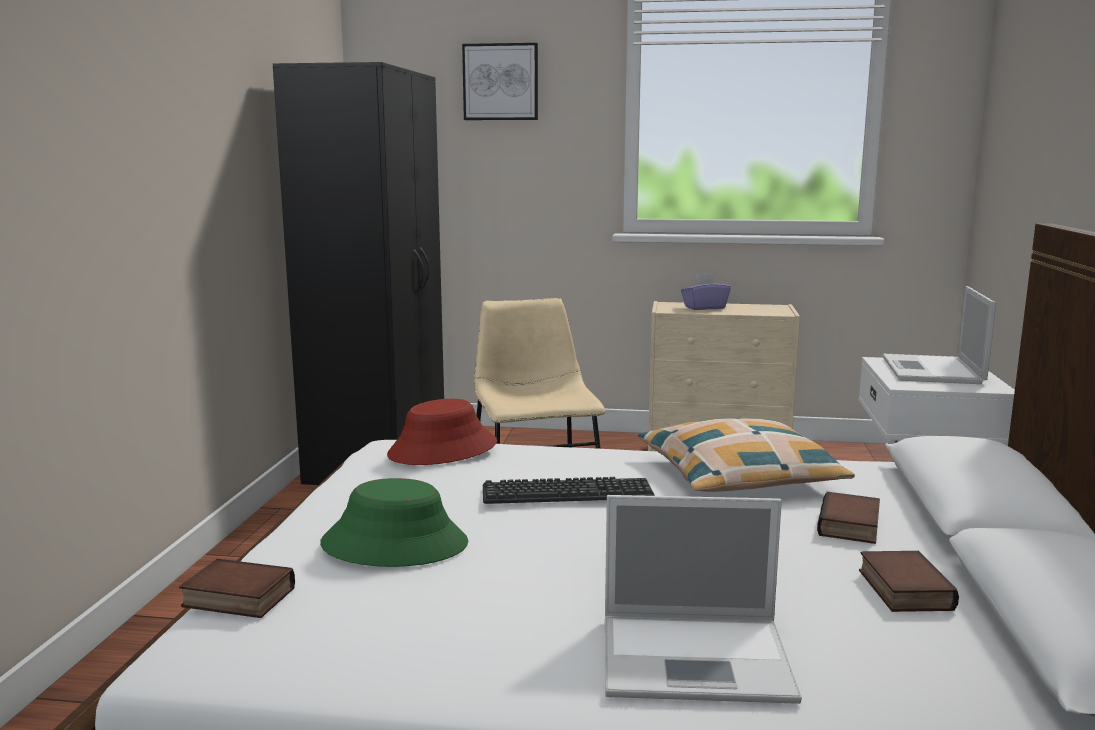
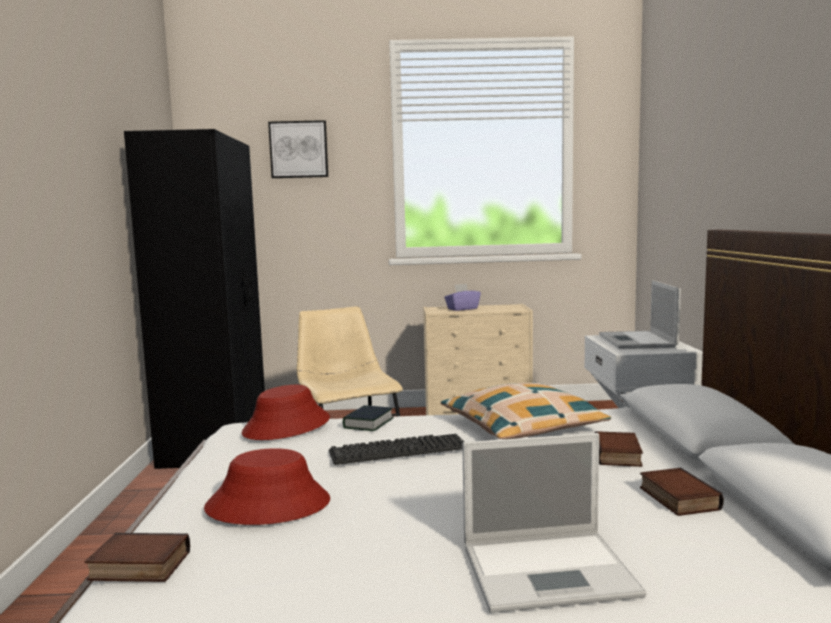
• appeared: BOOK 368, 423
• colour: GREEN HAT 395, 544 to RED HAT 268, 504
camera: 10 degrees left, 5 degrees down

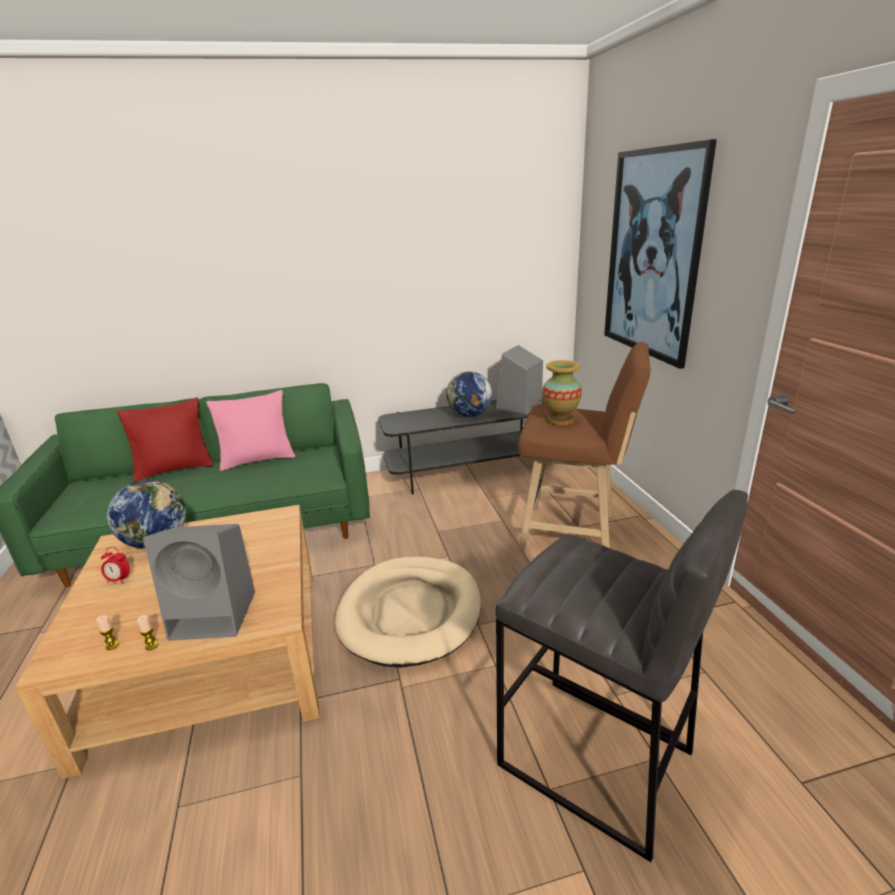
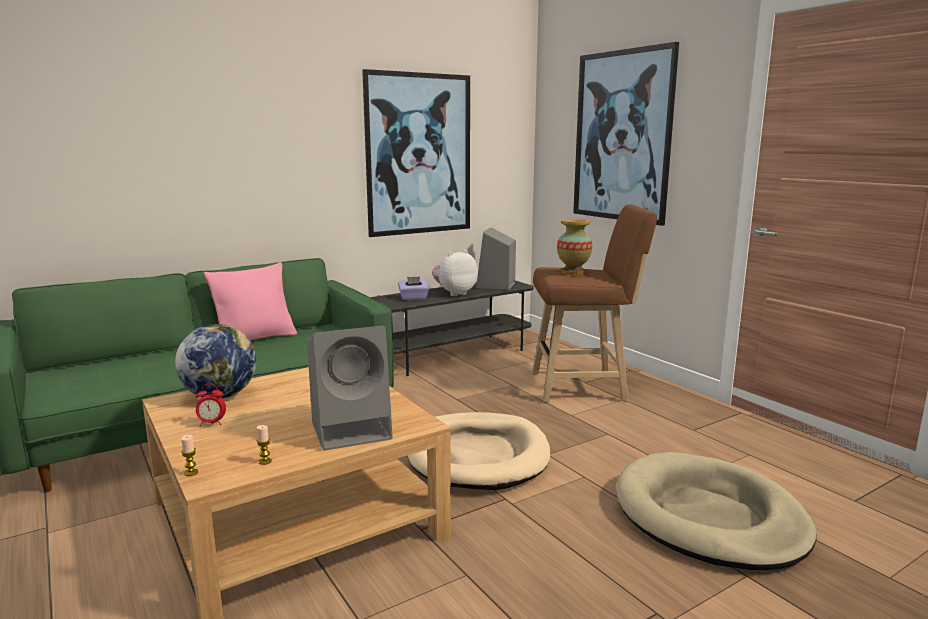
• missing: RED PILLOW 175, 469
• appeared: PICTURE 419, 154
• appeared: PURPLE TISSUE BOX 413, 298
• relocated: CANDLE 151, 646 to 191, 473
• exchanged: GLOBE 469, 415 to PLUSH TOY 454, 293
• exchanged: GREY STOOL 595, 760 to BEIGE DOG BED 708, 516
camera: 20 degrees left, 10 degrees down

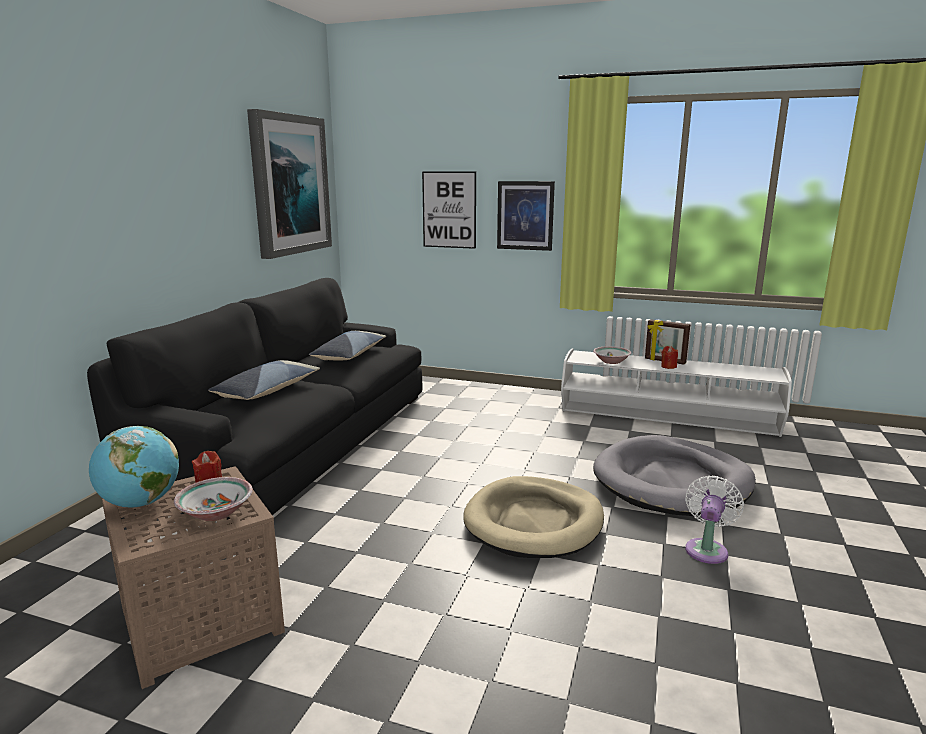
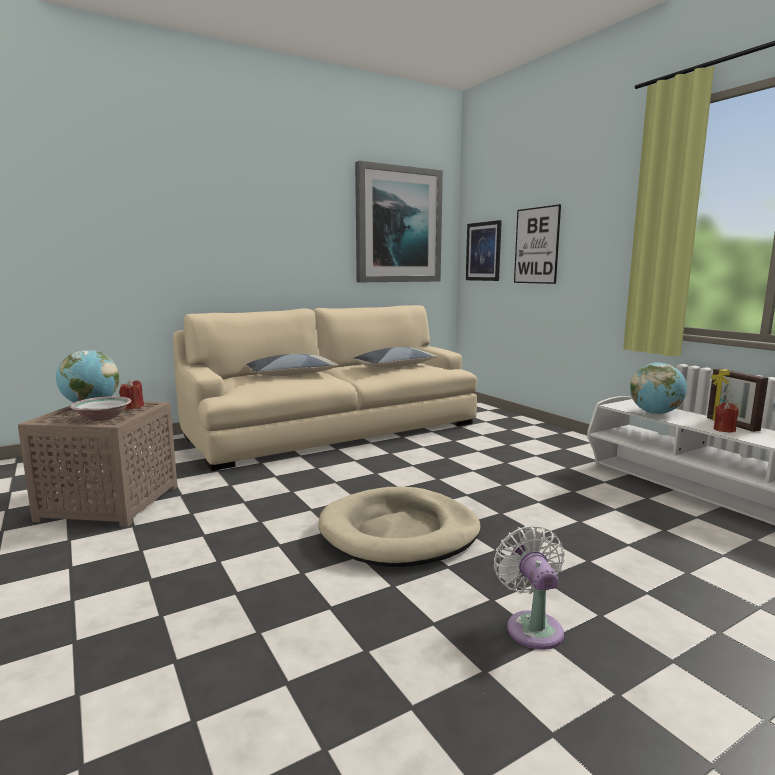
• missing: GREY DOG BED 672, 482
• relocated: PICTURE 525, 215 to 483, 251
• exchanged: BOWL 611, 361 to GLOBE 655, 413
• colour: BLACK SOFA 298, 442 to BEIGE SOFA 334, 430
• spun: WHITE FAN 707, 549 = 532, 626 75 degrees counterclockwise
camera: 40 degrees right, 5 degrees down

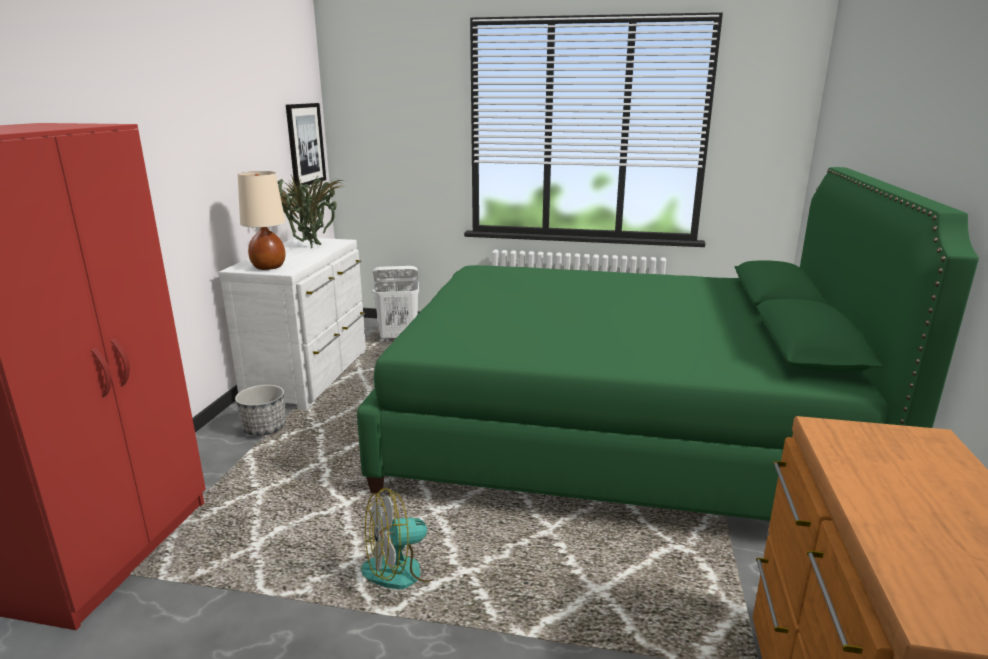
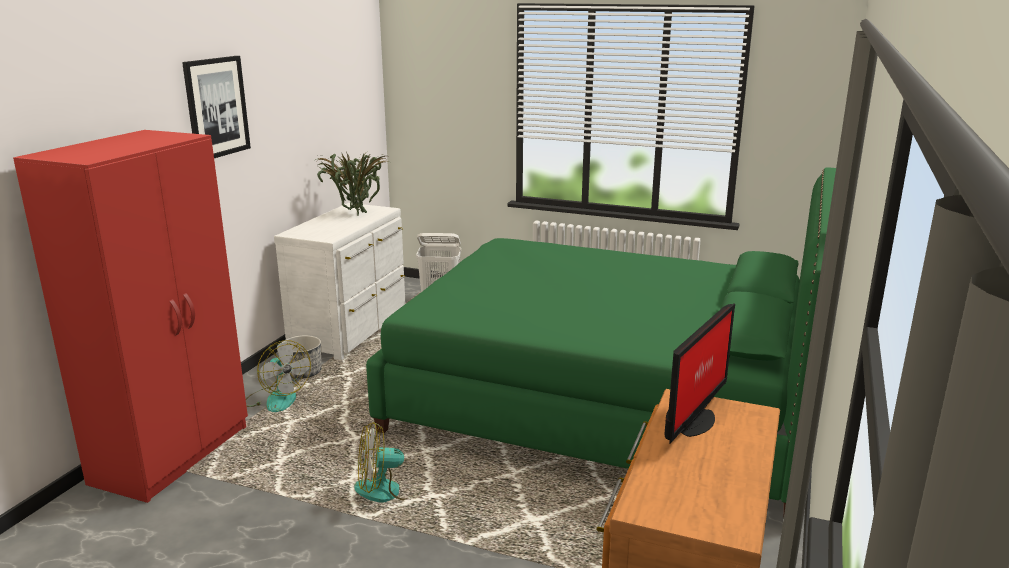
• missing: BEIGE TABLE LAMP 269, 267
• appeared: FAN 276, 399
• appeared: MONITOR 692, 422
• relocated: PICTURE 305, 144 to 216, 107
camera: 10 degrees right, 0 degrees up

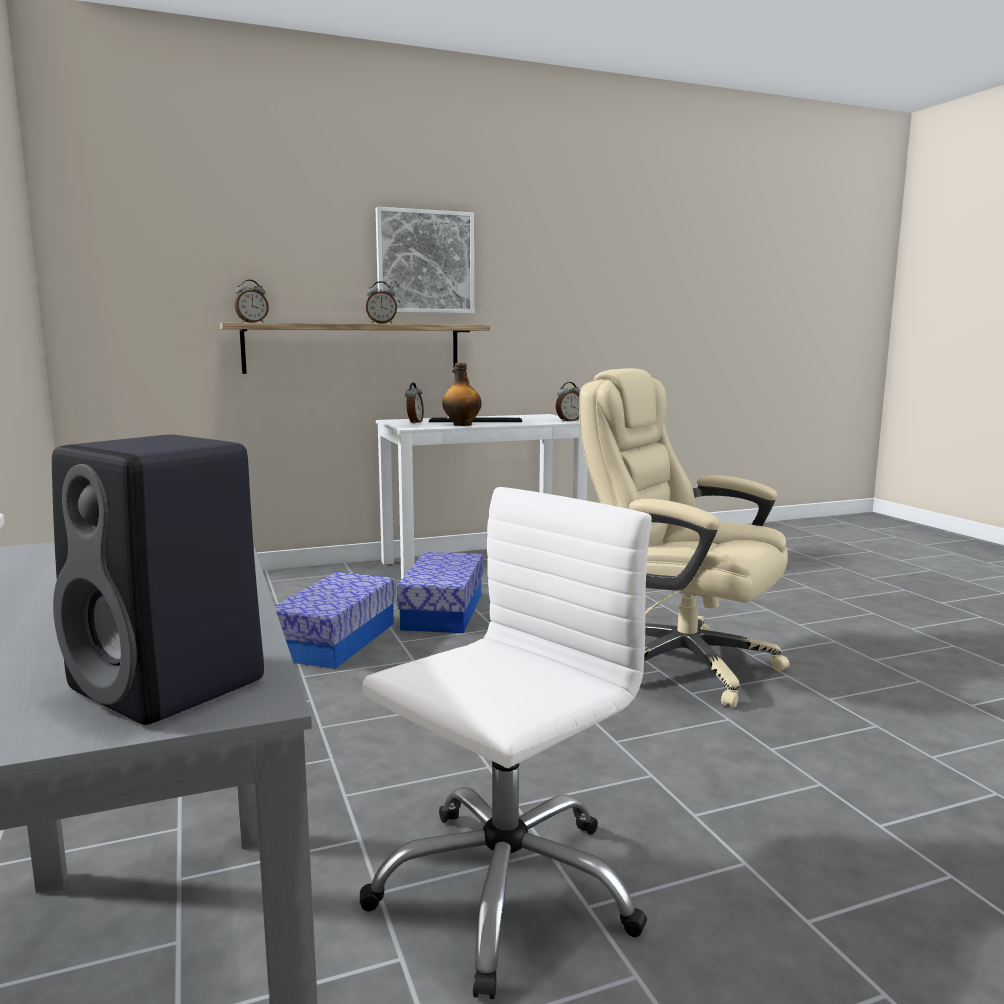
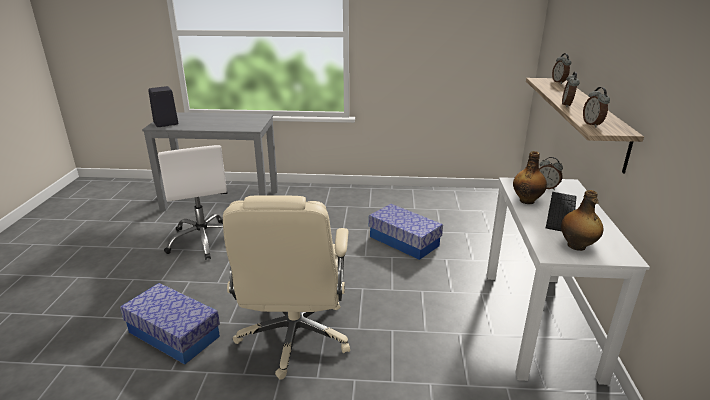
• missing: PICTURE 425, 262
• appeared: BOTTLE 577, 246
• relocated: STORAGE BOX 443, 611 to 173, 334
• relocated: ALARM CLOCK 568, 421 to 592, 124
• spun: BEIGE OFFICE CHAIR 679, 663 = 294, 337 120 degrees clockwise
camera: 115 degrees right, 15 degrees up

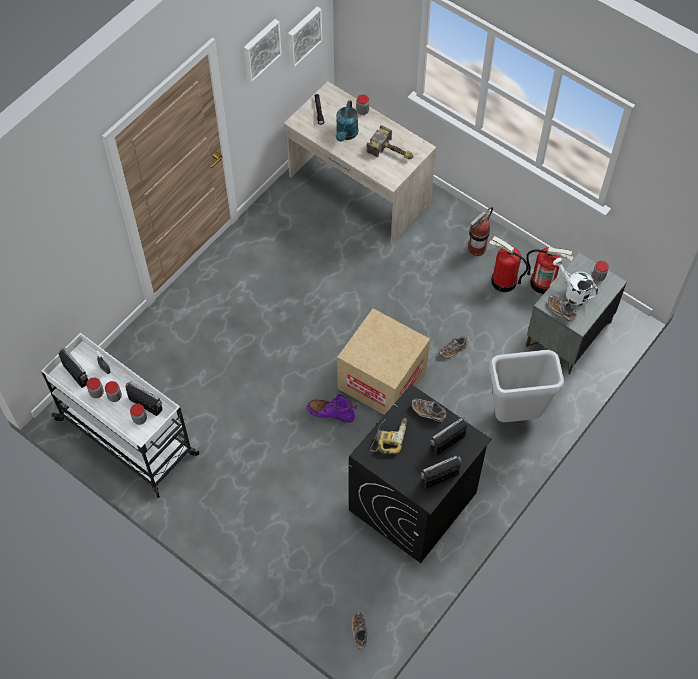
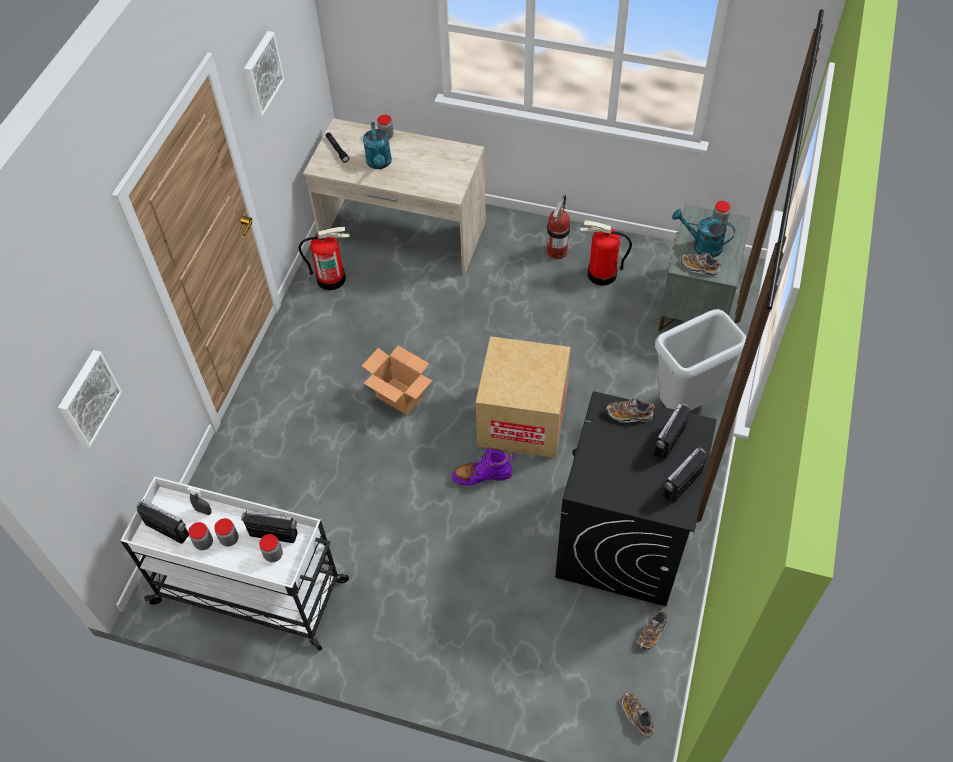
• missing: HAMMER 393, 152
• missing: POWER DRILL 389, 437
• appeared: CARDBOARD BOX 400, 396
• relocated: PICTURE 303, 35 to 87, 398
• relocated: SHOE 453, 350 to 652, 632
• relocated: FIRE EXTINGUISHER 543, 282 to 331, 278
• colour: WHITE WATERING CAN 573, 292 to TURQUOISE WATERING CAN 702, 245
camera: 20 degrees left, 5 degrees down

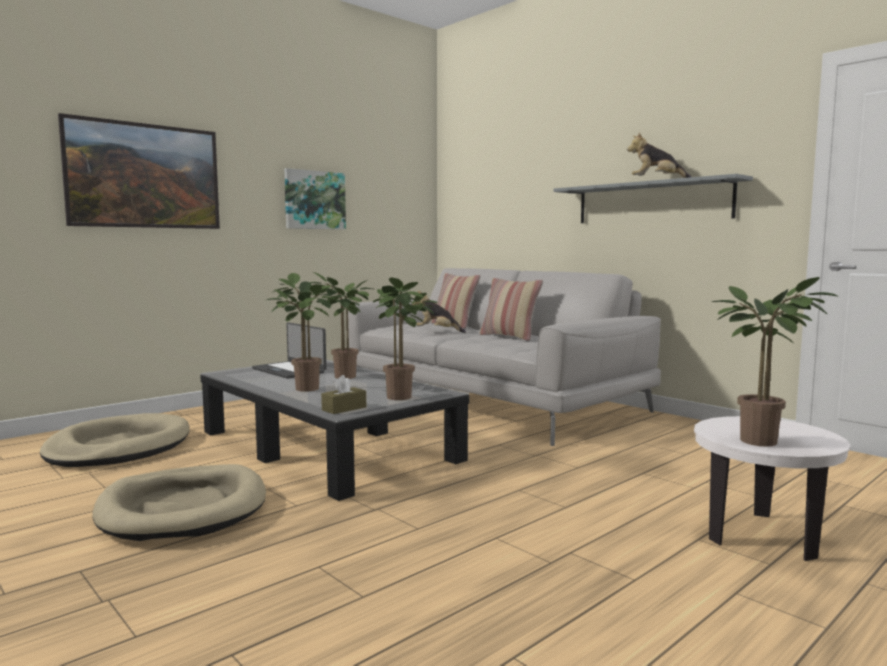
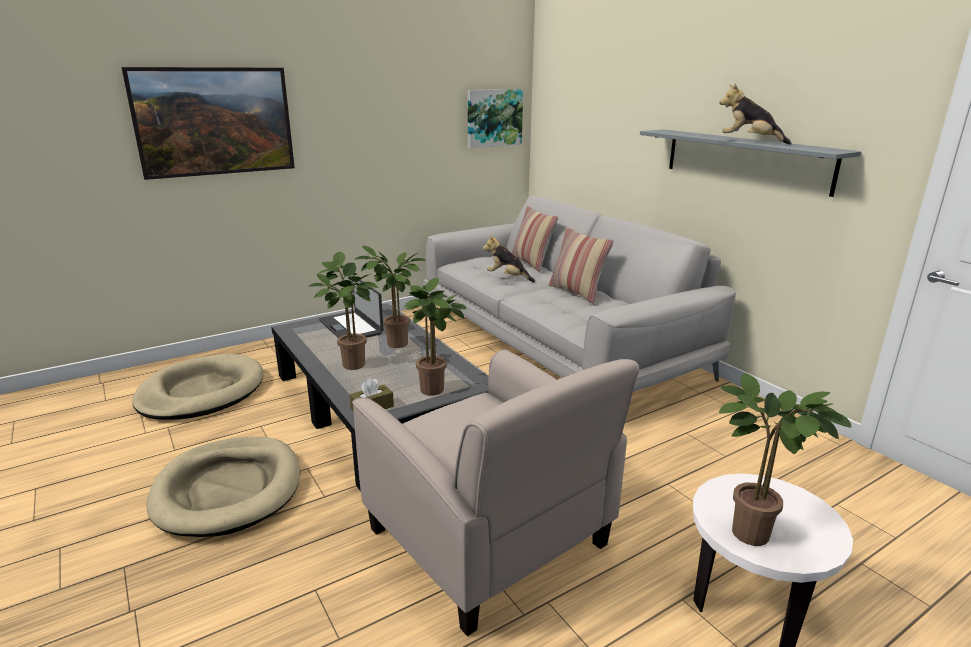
• appeared: BEIGE ARMCHAIR 489, 539
• relocated: PICTURE 314, 200 to 494, 118
camera: 10 degrees right, 15 degrees up

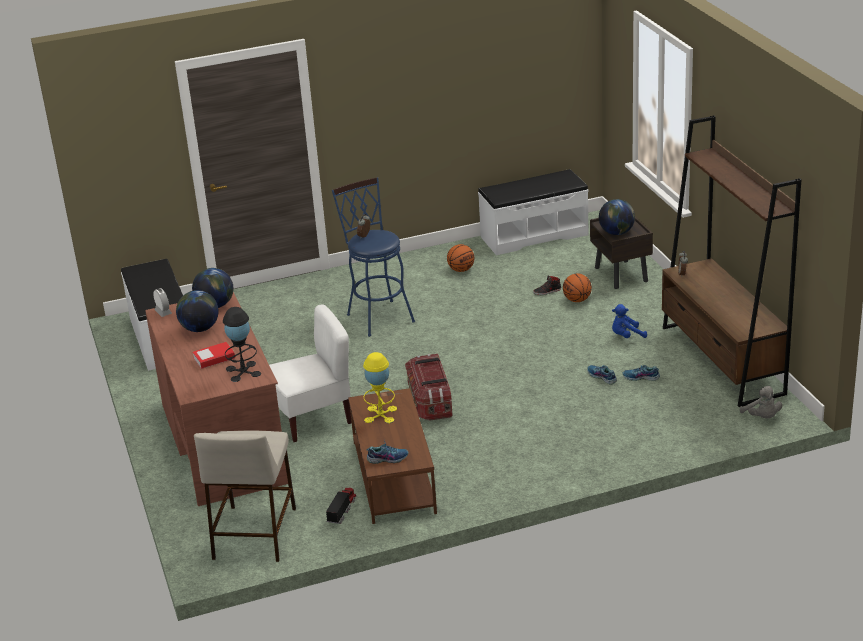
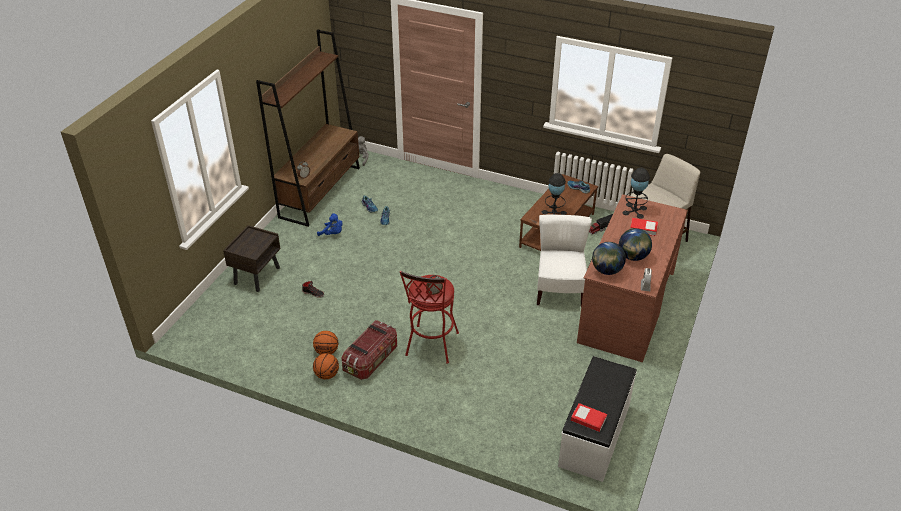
• missing: WHITE BENCH 534, 235
• missing: GLOBE 617, 233
• appeared: BOOK 588, 419
• relocated: STORAGE BOX 430, 401 to 371, 359
• relocated: BASKETBALL 577, 300 to 327, 375
• colour: BLUE STOOL 378, 315 to RED STOOL 430, 347
• colour: YELLOW TABLE LAMP 380, 414 to BLACK TABLE LAMP 554, 212
• spun: WHITE CHAIR 313, 418 = 559, 291 75 degrees clockwise
camera: 140 degrees left, 10 degrees up

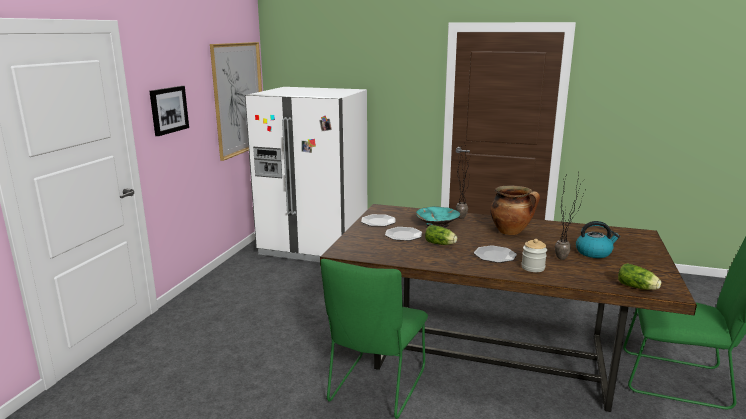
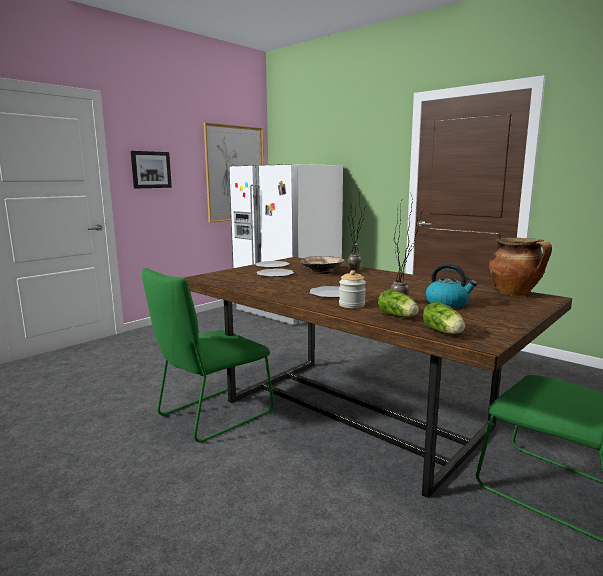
• relocated: LETTUCE 441, 244 to 398, 316
• relocated: COOKING POT 511, 232 to 515, 293
• colour: TURQUOISE BOWL 437, 224 to BEIGE BOWL 322, 271
camera: 25 degrees right, 5 degrees down

